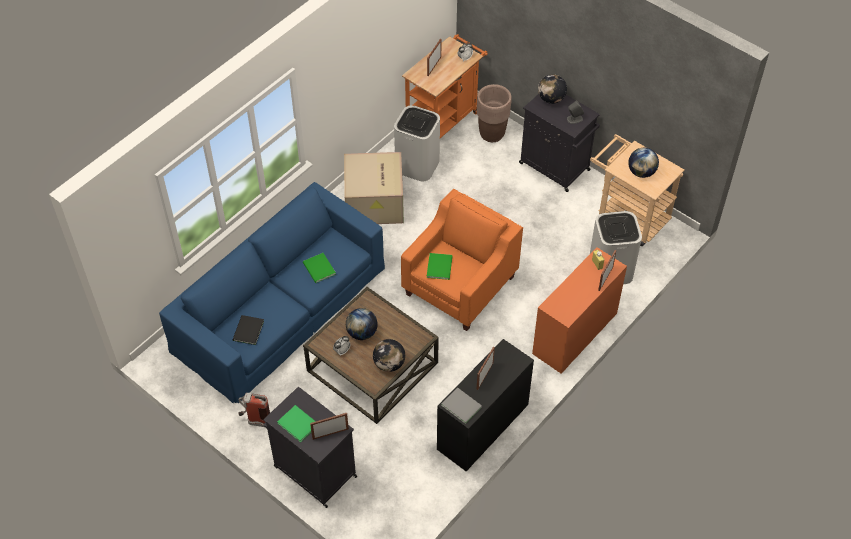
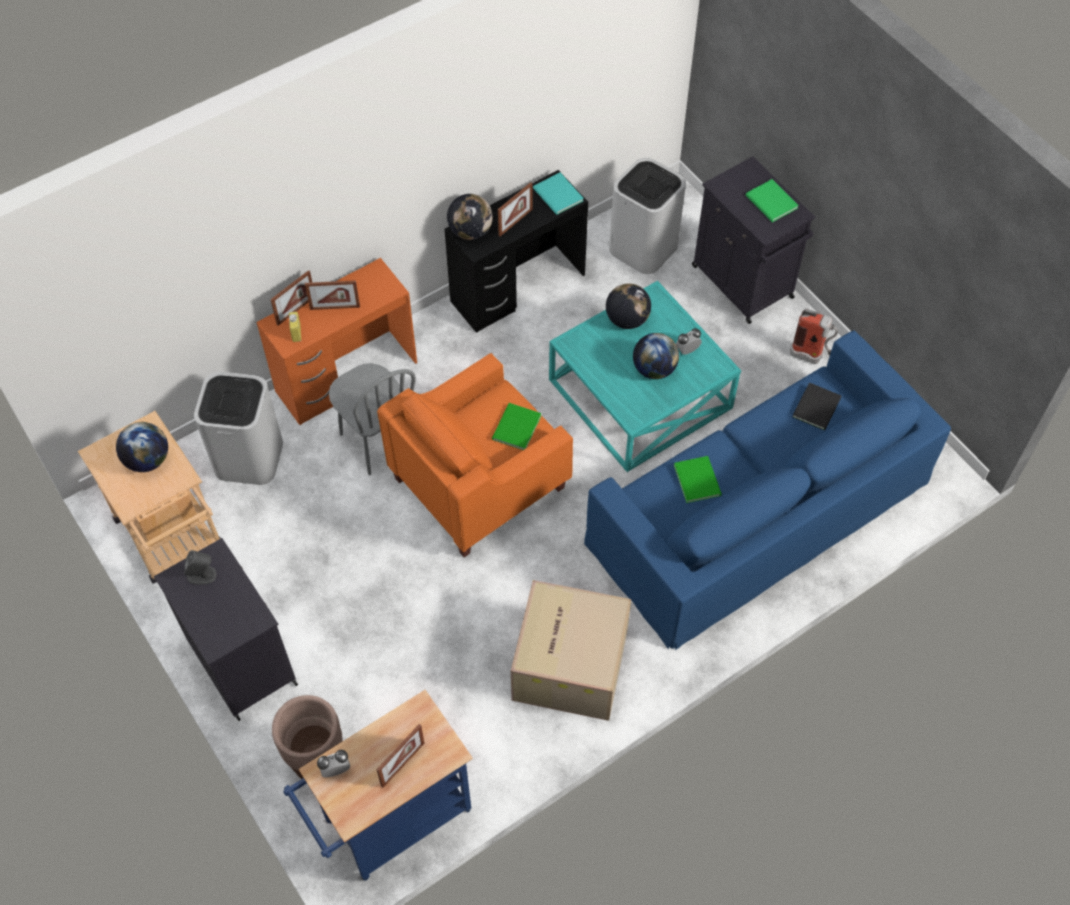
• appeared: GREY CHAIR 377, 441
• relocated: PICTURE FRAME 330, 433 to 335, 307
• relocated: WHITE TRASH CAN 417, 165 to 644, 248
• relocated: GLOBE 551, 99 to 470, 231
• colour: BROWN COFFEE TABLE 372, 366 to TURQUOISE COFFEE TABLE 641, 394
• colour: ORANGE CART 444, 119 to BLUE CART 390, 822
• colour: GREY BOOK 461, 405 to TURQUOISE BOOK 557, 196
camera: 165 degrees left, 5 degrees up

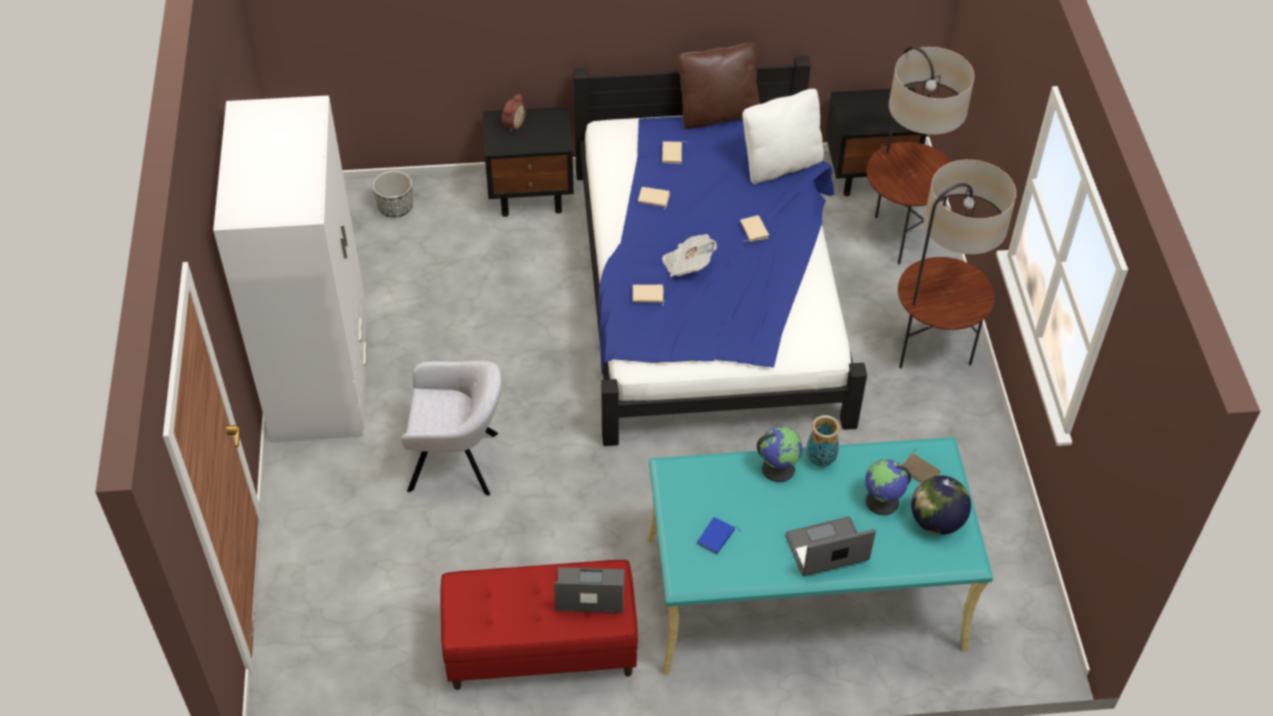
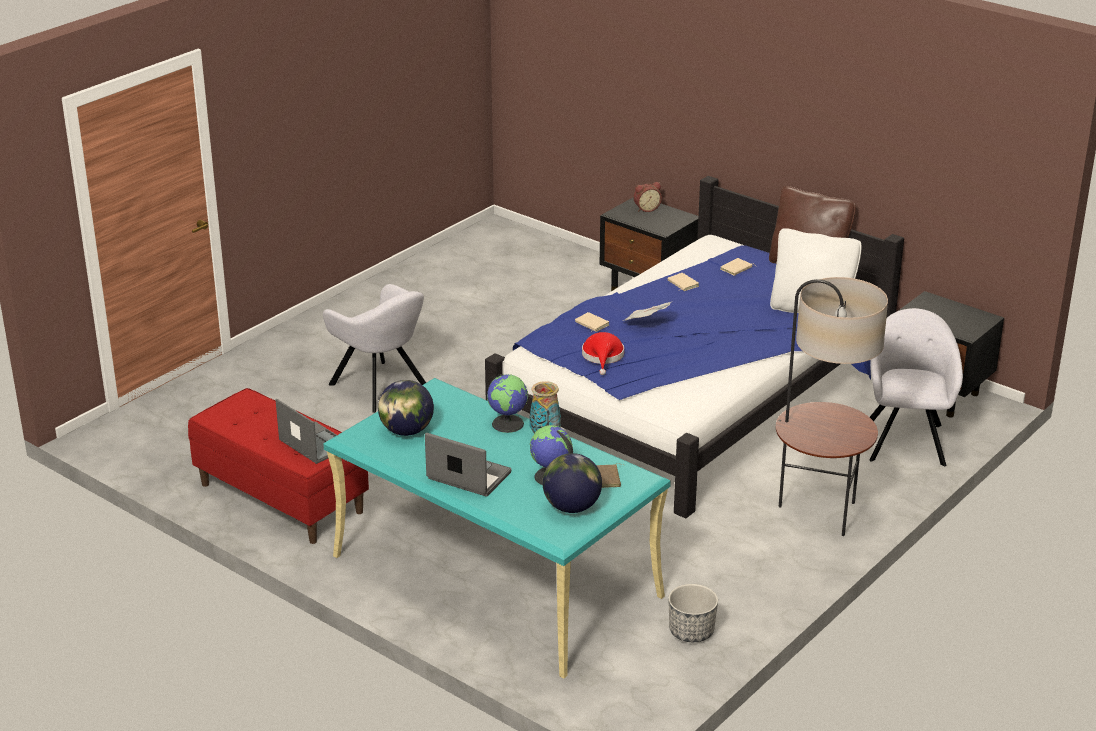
• missing: WHITE WARDROBE 322, 374
• missing: BEIGE BOOK 753, 230
• appeared: RED HAT 603, 357
• relocated: PLANTER 395, 207 to 691, 632
• exchanged: BLUE BOOK 716, 537 to GLOBE 406, 431
• exchanged: FLOOR LAMP 899, 236 to GREY ARMCHAIR 905, 439
camera: 45 degrees right, 20 degrees down

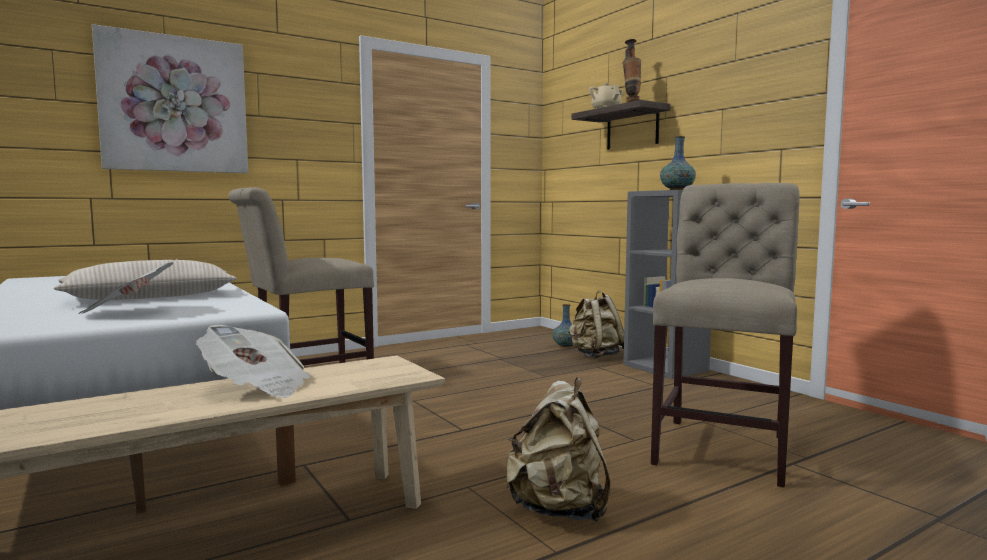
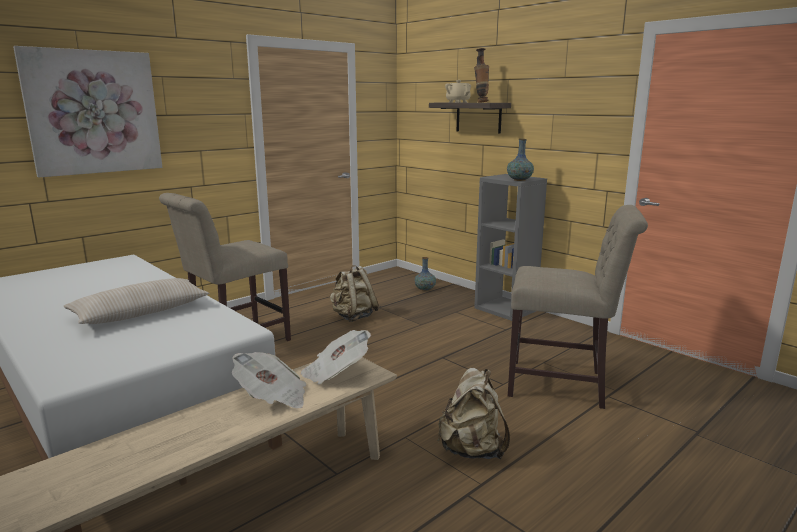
• relocated: NEWSPAPER 128, 312 to 336, 373
• relocated: BEIGE BACKPACK 596, 356 to 353, 317
• spun: BEIGE CHAIR 724, 446 = 562, 385 90 degrees clockwise
camera: 10 degrees left, 10 degrees up

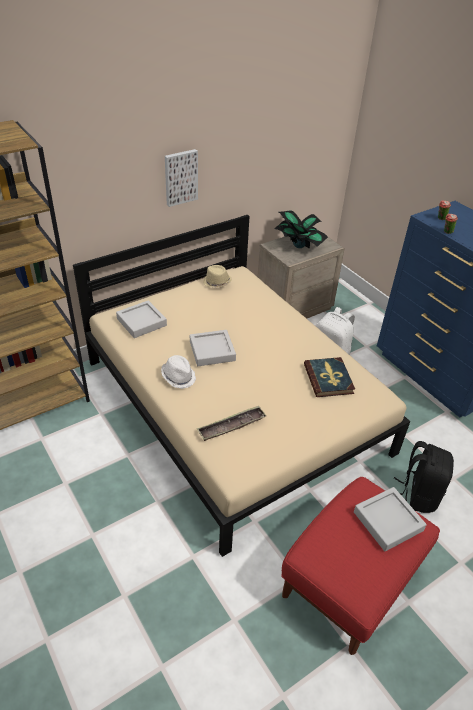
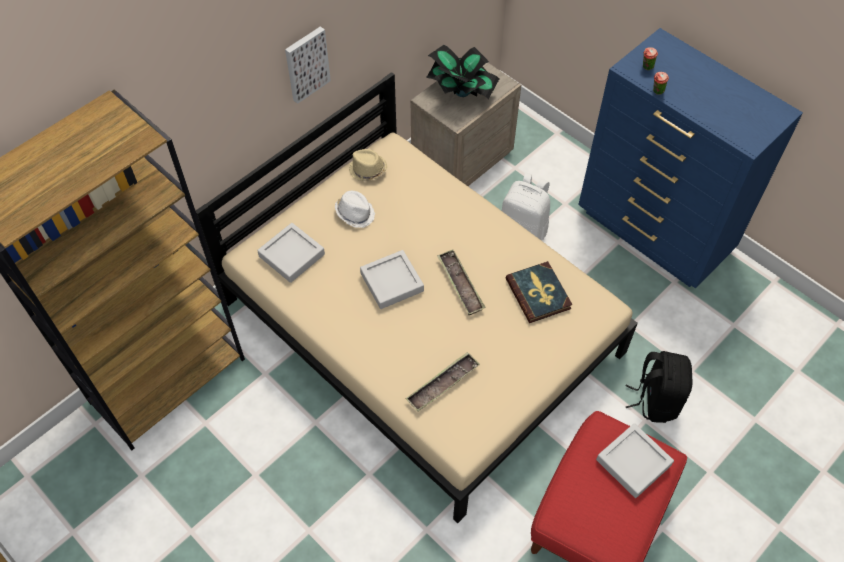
• appeared: TRAY 460, 285
• relocated: WHITE HAT 178, 377 to 355, 213
camera: 10 degrees left, 15 degrees up

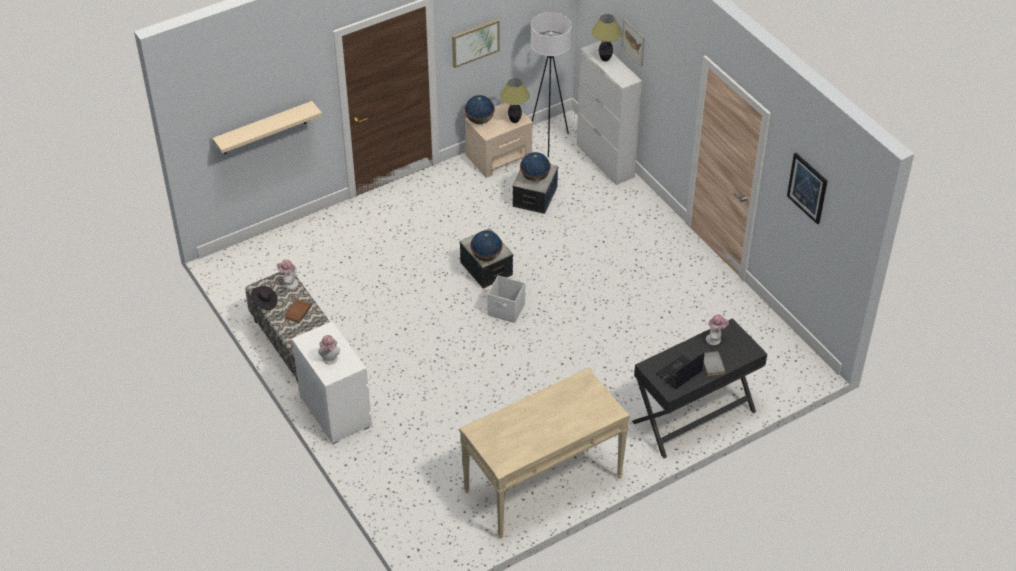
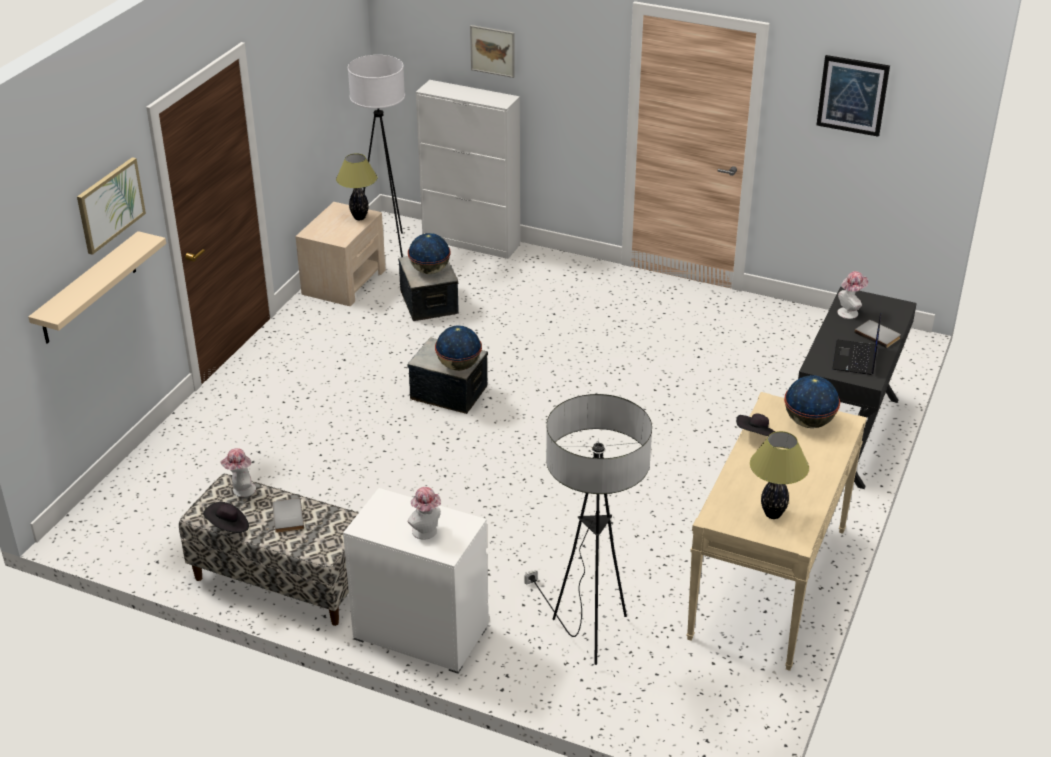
• missing: WHITE STORAGE BOX 506, 310
• appeared: FLOOR LAMP 588, 634
• appeared: BLACK HAT 756, 436
• relocated: PICTURE 475, 42 to 110, 204
• relocated: GLOBE 480, 120 to 809, 422
• relocated: TABLE LAMP 605, 59 to 772, 514
• colour: BROWN BOOK 297, 311 to GREY BOOK 286, 517
camera: 35 degrees left, 10 degrees down

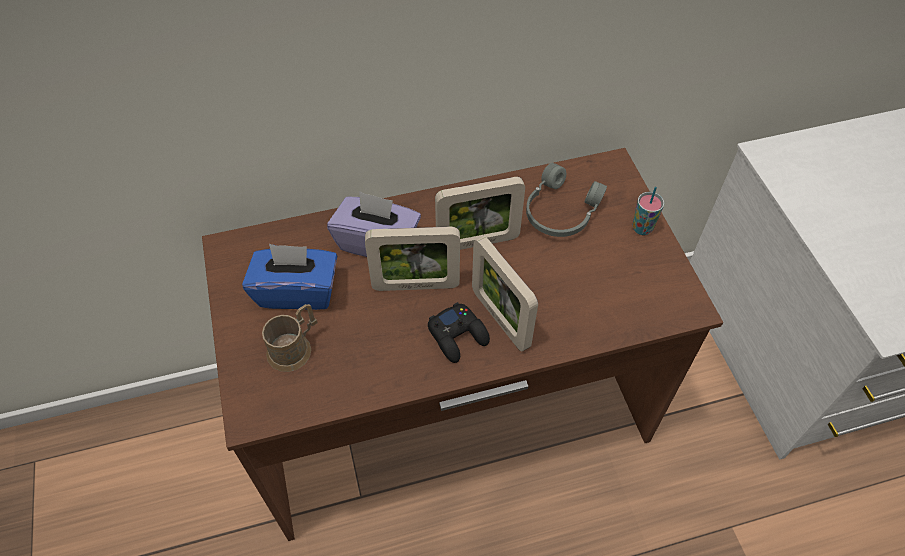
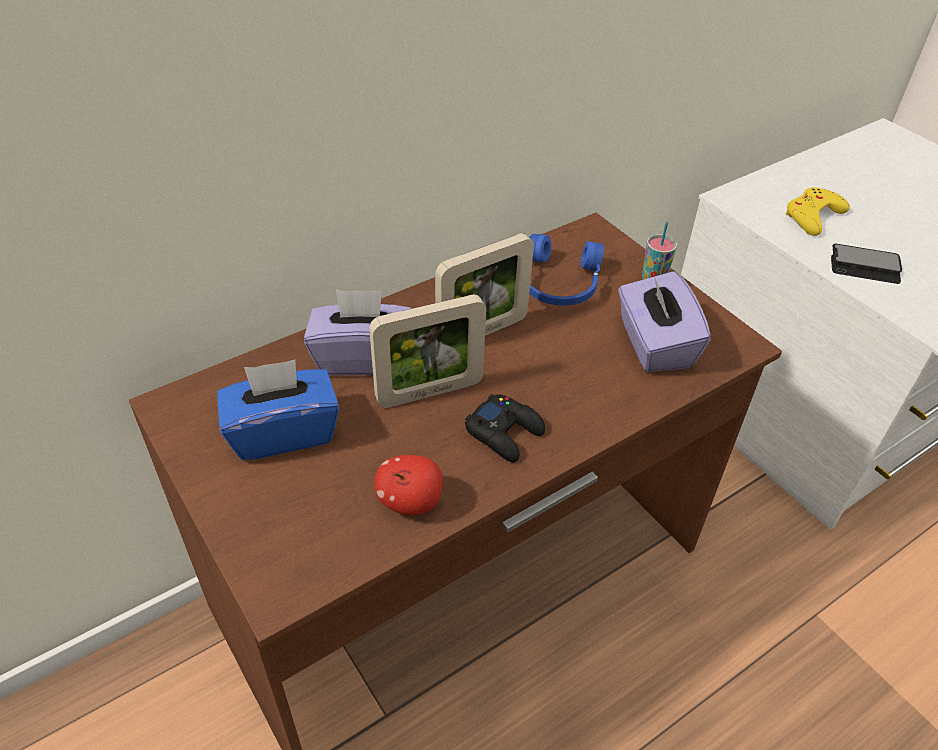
• missing: BROWN MUG 294, 347
• missing: PICTURE FRAME 500, 319
• appeared: APPLE 410, 502
• appeared: PURPLE TISSUE BOX 654, 344
• appeared: YELLOW GAME CONTROLLER 813, 216
• appeared: PHONE 864, 266
• colour: GREY HEADPHONES 560, 211 to BLUE HEADPHONES 558, 283
camera: 20 degrees left, 10 degrees down

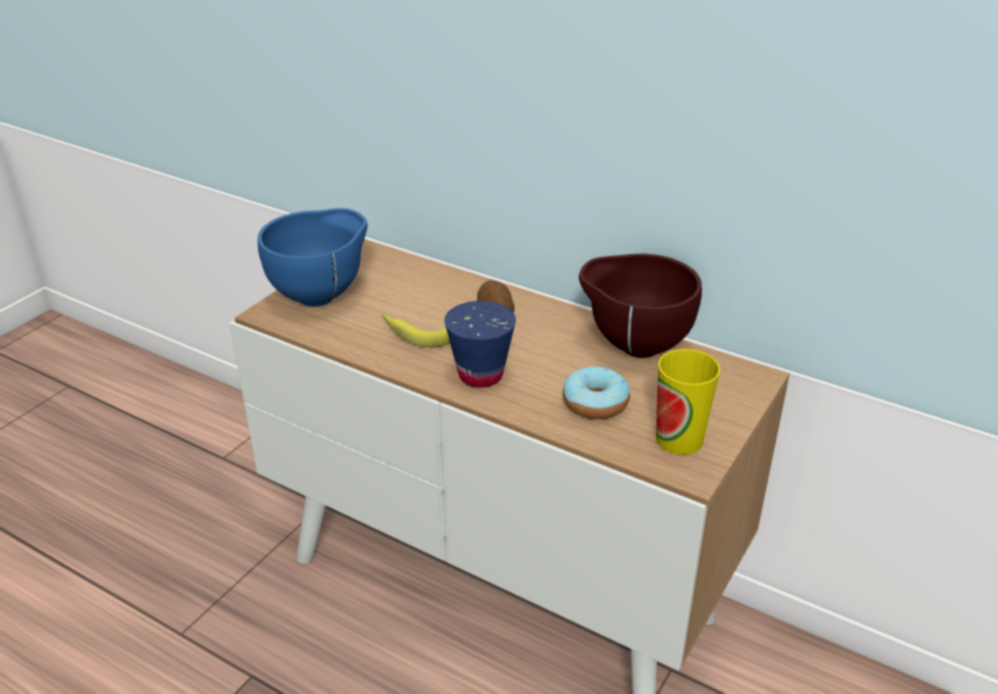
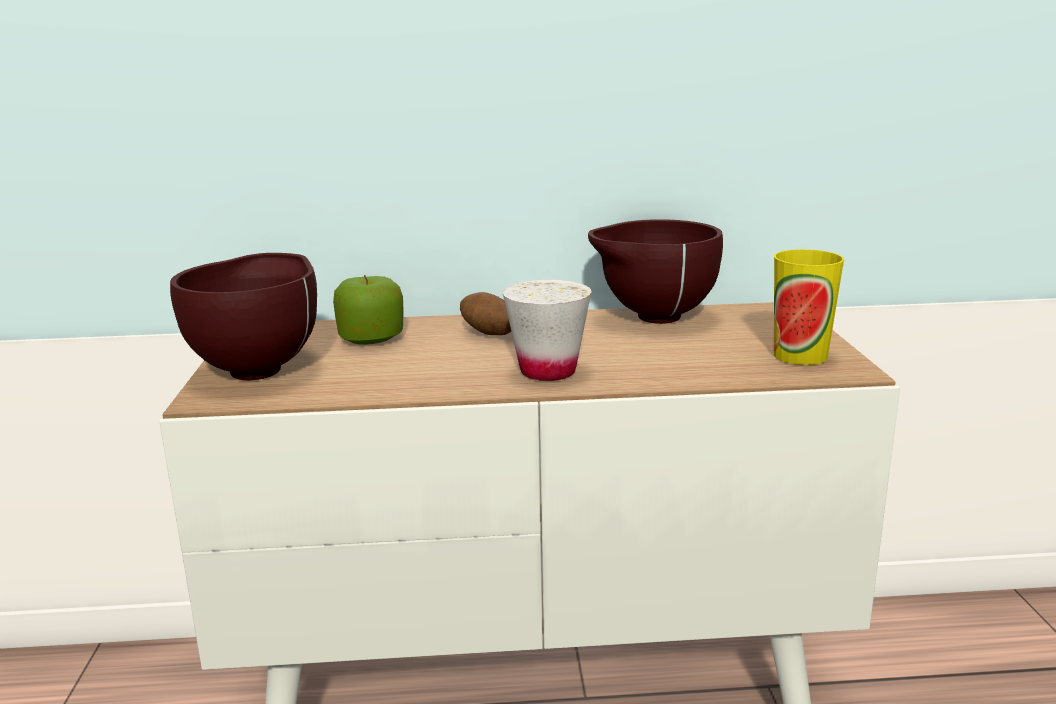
• missing: BANANA 418, 334
• missing: DONUT 595, 403
• appeared: APPLE 371, 339
• colour: BLUE BOWL 321, 296 to BROWN BOWL 260, 369
• colour: BLUE CUP 480, 375 to WHITE CUP 548, 371
camera: 35 degrees left, 15 degrees down

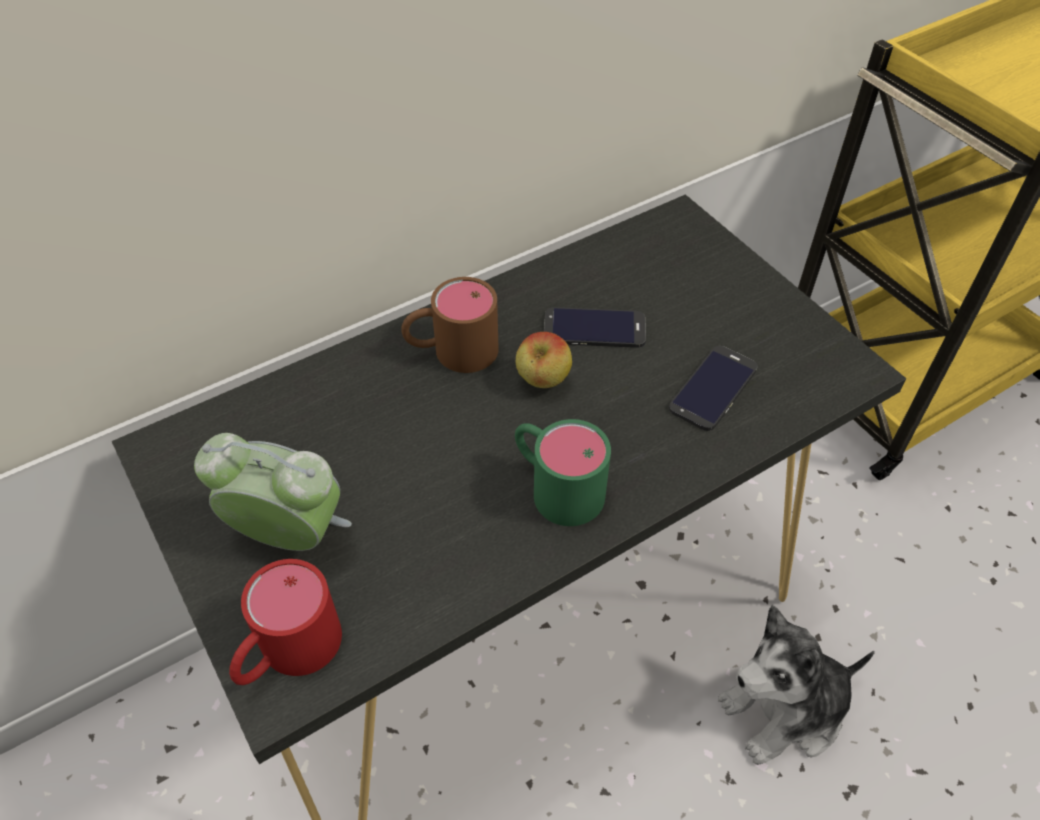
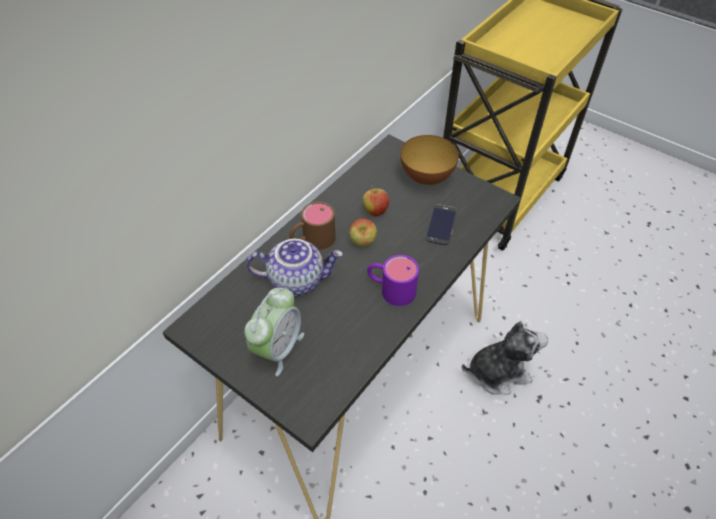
• missing: RED MUG 287, 653
• appeared: TEAPOT 297, 279
• appeared: BOWL 426, 178
• exchanged: PHONE 594, 329 to APPLE 375, 211
• colour: GREEN MUG 555, 486 to PURPLE MUG 390, 289
• spun: ALARM CLOCK 289, 535 = 278, 348 120 degrees clockwise
• spun: PLUSH TOY 785, 710 = 498, 372 150 degrees counterclockwise
camera: 20 degrees left, 0 degrees up

